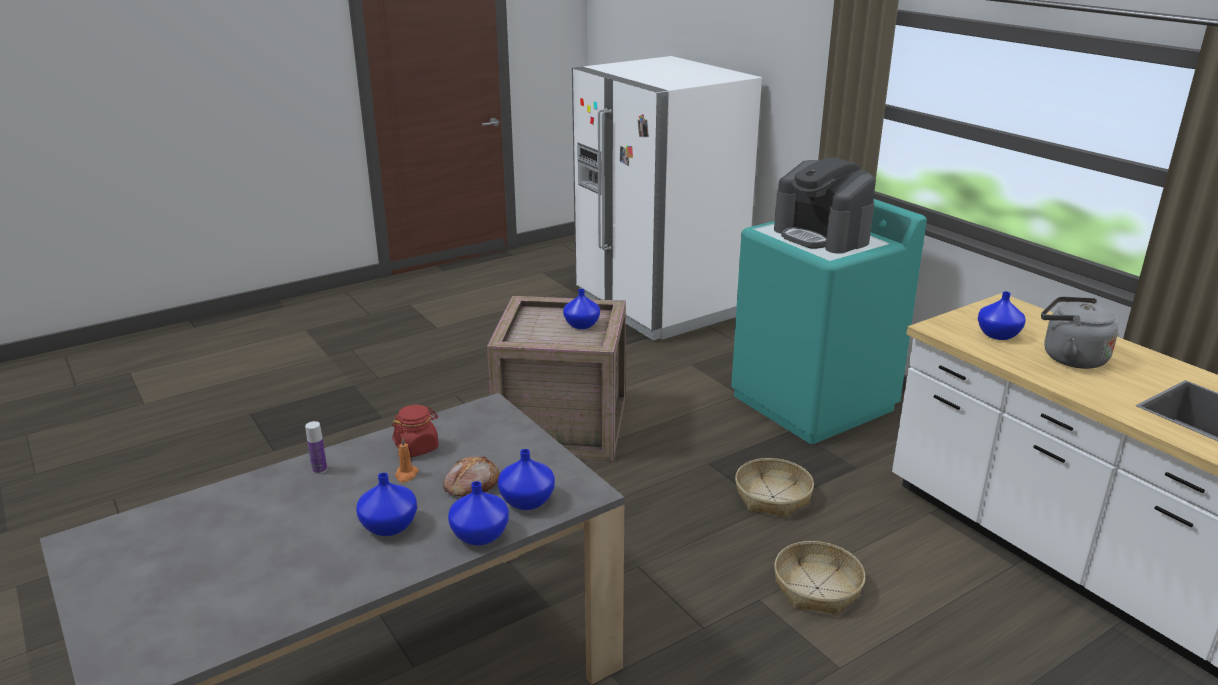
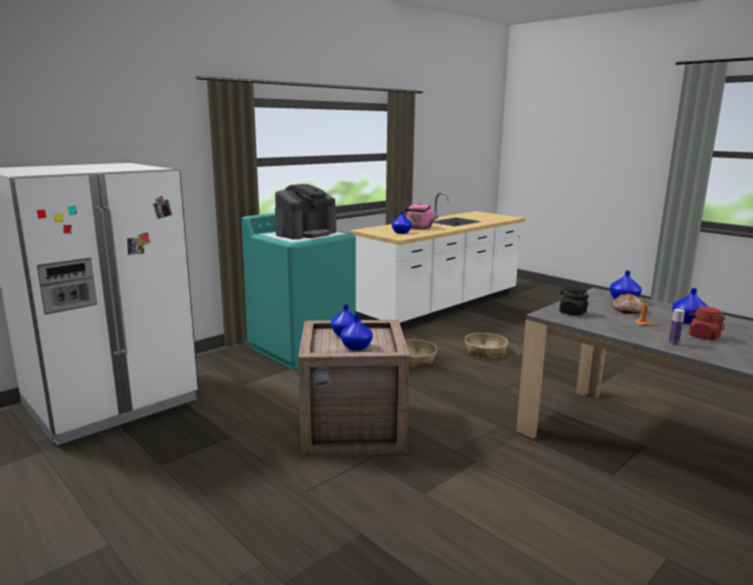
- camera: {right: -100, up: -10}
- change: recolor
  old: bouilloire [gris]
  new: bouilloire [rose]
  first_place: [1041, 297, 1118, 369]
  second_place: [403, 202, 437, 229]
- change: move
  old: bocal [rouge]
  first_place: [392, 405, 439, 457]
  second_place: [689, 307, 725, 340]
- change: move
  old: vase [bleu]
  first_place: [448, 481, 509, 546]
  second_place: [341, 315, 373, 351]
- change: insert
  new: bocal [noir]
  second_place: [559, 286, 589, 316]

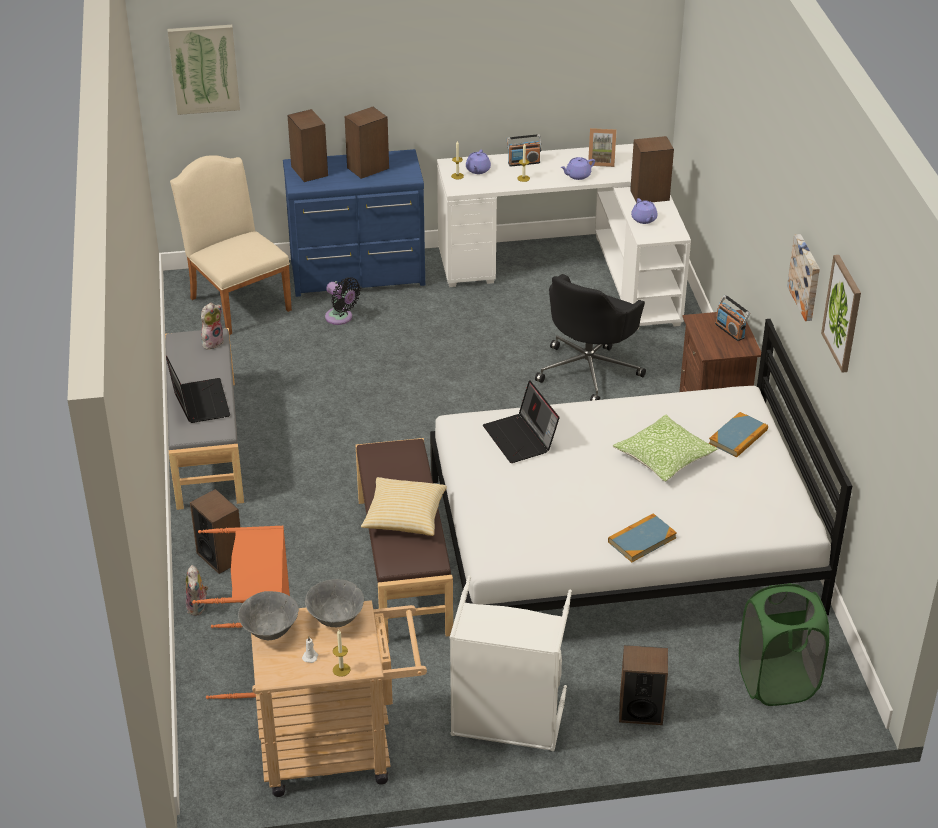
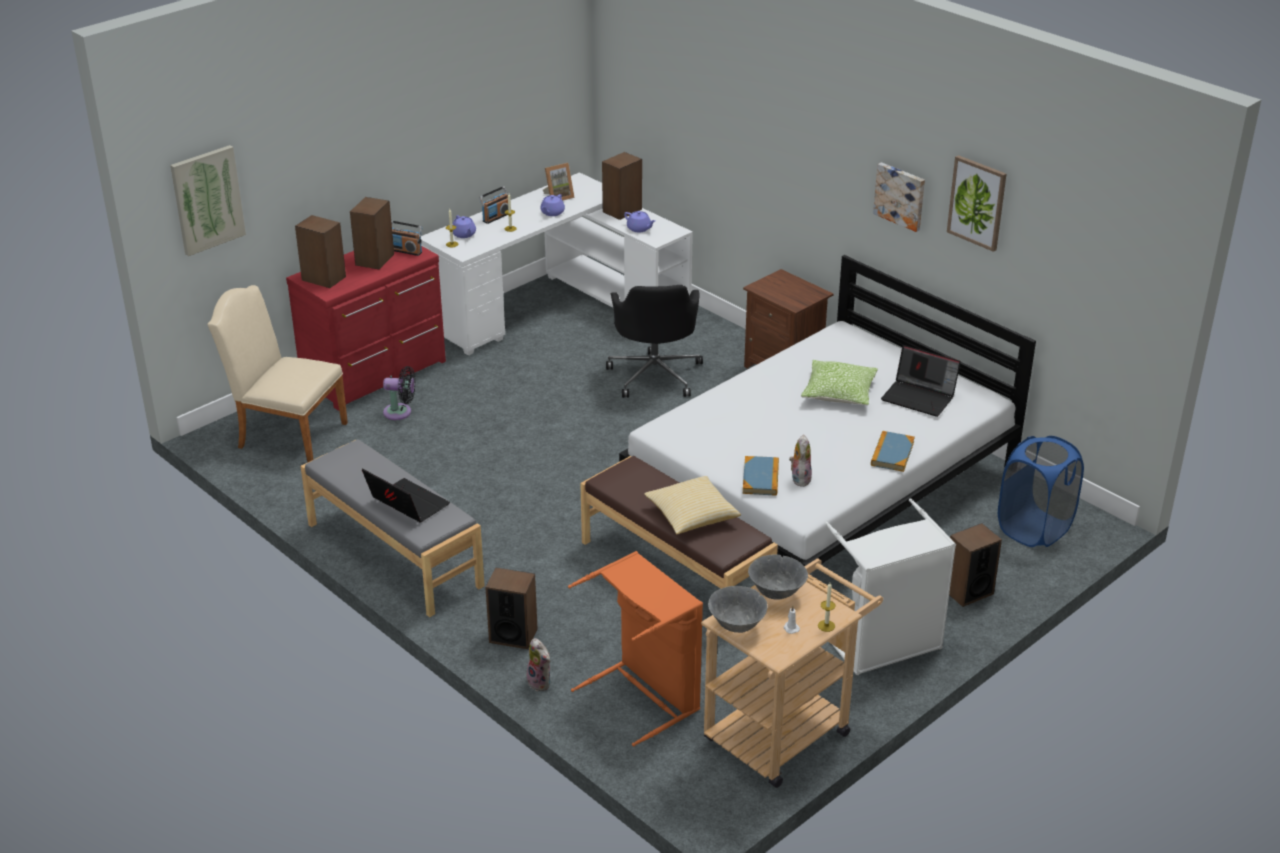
- camera: {right: -35, up: -5}
- change: recolor
  old: commode [bleu]
  new: commode [rouge]
  first_place: [283, 149, 425, 297]
  second_place: [286, 246, 446, 411]
- change: move
  old: radio
  first_place: [715, 295, 750, 341]
  second_place: [391, 221, 422, 256]
- change: move
  old: peluche
  first_place: [201, 303, 224, 349]
  second_place: [789, 434, 812, 487]
- change: move
  old: ordinateur portable
  first_place: [483, 380, 559, 463]
  second_place: [881, 345, 961, 417]
- change: move
  old: livre
  first_place: [709, 412, 768, 457]
  second_place: [743, 456, 779, 496]
- change: recolor
  old: panier à linge [vert]
  new: panier à linge [bleu]
  first_place: [739, 583, 829, 706]
  second_place: [998, 436, 1084, 547]

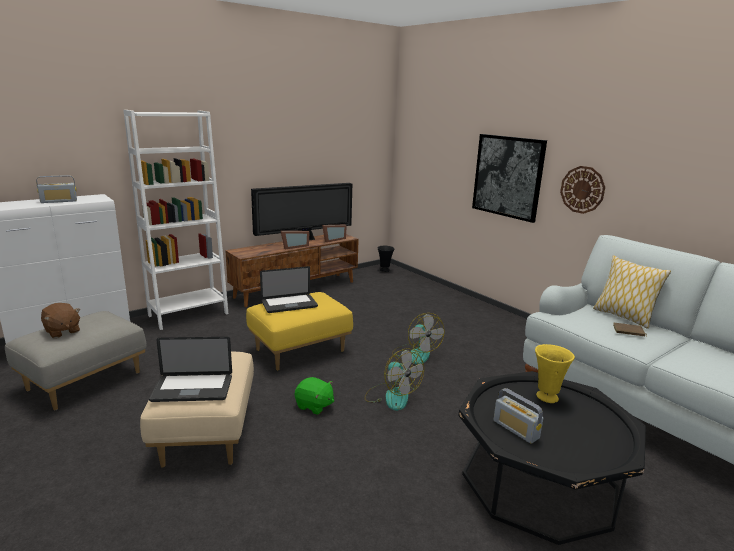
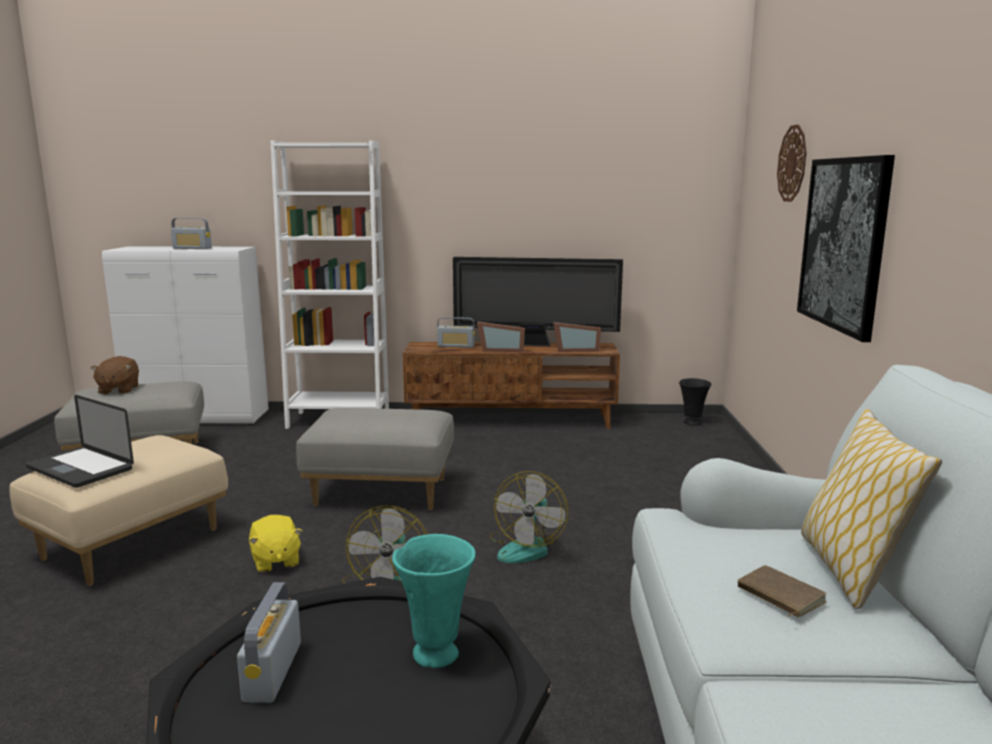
- camera: {right: 40, up: -5}
- change: move
  old: horloge murale
  first_place: [560, 166, 605, 214]
  second_place: [777, 124, 807, 202]
- change: delete
  old: ordinateur portable
  first_place: [260, 266, 318, 313]
- change: recolor
  old: pouf [jaune]
  new: pouf [gris]
  first_place: [246, 292, 353, 371]
  second_place: [296, 408, 454, 510]
- change: recolor
  old: vase [jaune]
  new: vase [turquoise]
  first_place: [535, 344, 575, 403]
  second_place: [392, 534, 476, 668]
- change: recolor
  old: peluche [vert]
  new: peluche [jaune]
  first_place: [295, 377, 334, 415]
  second_place: [248, 515, 302, 573]
- change: insert
  new: radio
  second_place: [437, 317, 475, 348]

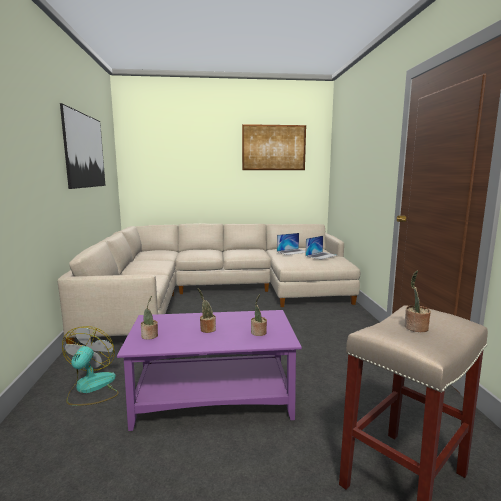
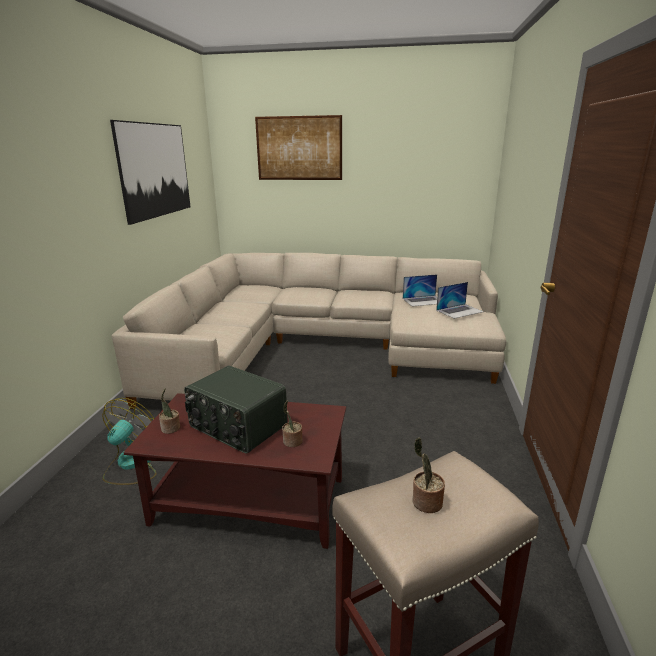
- camera: {right: 15, up: 10}
- change: move
  old: tableau
  first_place: [242, 124, 306, 170]
  second_place: [255, 115, 342, 180]
- change: replace
  old: plante en pot
  new: radio
  first_place: [198, 288, 216, 333]
  second_place: [184, 365, 288, 454]
- change: recolor
  old: table basse [violet]
  new: table basse [marron]
  first_place: [117, 310, 302, 431]
  second_place: [123, 393, 346, 549]

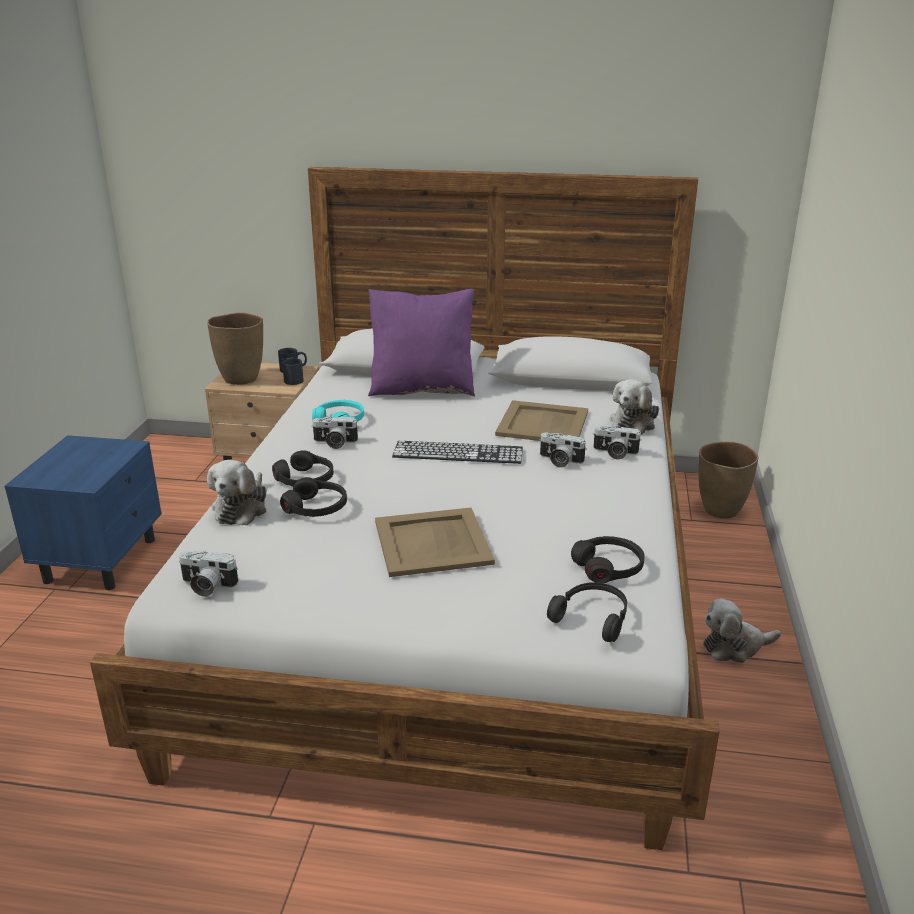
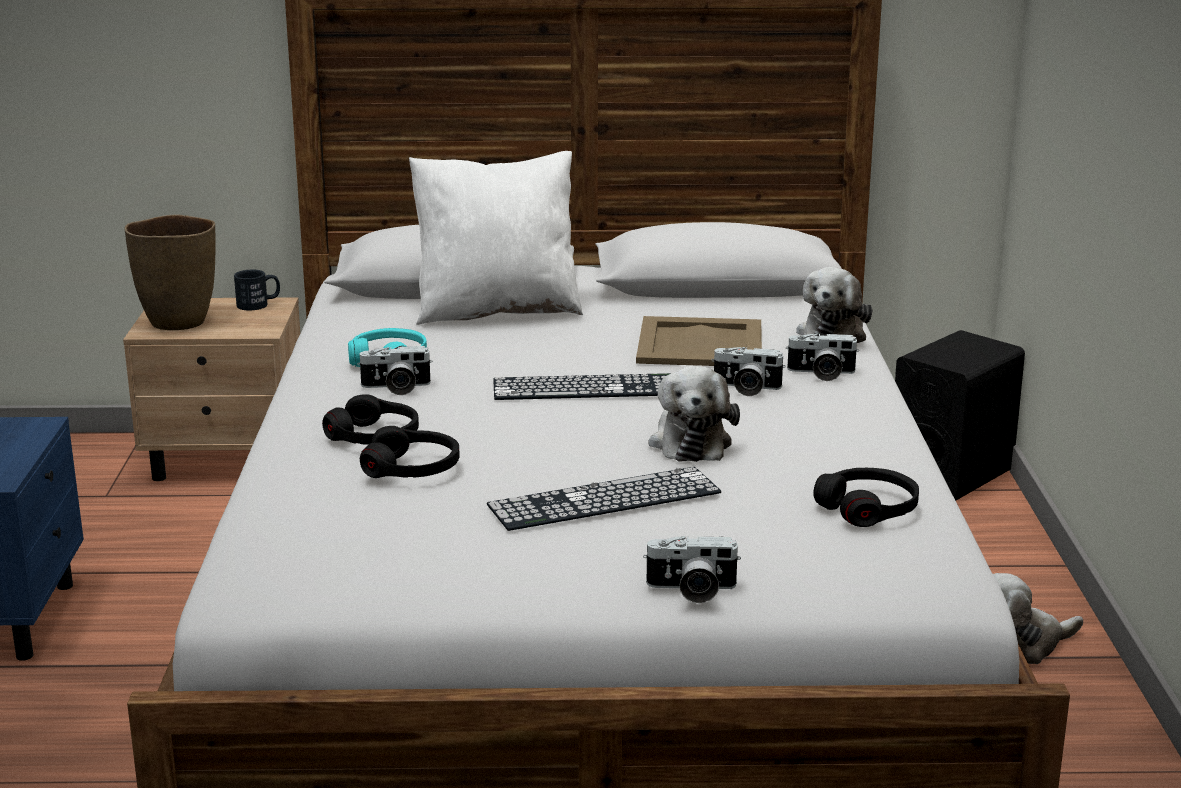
- camera: {right: -10, up: -5}
- change: recolor
  old: coussin [violet]
  new: coussin [blanc]
  first_place: [368, 289, 475, 396]
  second_place: [409, 151, 583, 325]
- change: delete
  old: mug [noir]
  first_place: [282, 358, 304, 385]
- change: replace
  old: vase [marron]
  new: enceinte [noir]
  first_place: [699, 442, 758, 519]
  second_place: [895, 330, 1025, 501]
- change: move
  old: peluche
  first_place: [207, 460, 267, 525]
  second_place: [648, 366, 740, 462]
- change: replace
  old: plateau [beige]
  new: clavier
  first_place: [375, 508, 495, 577]
  second_place: [487, 467, 721, 531]
- change: move
  old: appareil photo
  first_place: [179, 551, 238, 597]
  second_place: [643, 536, 741, 603]
- change: delete
  old: casque audio [noir]
  first_place: [547, 582, 627, 642]

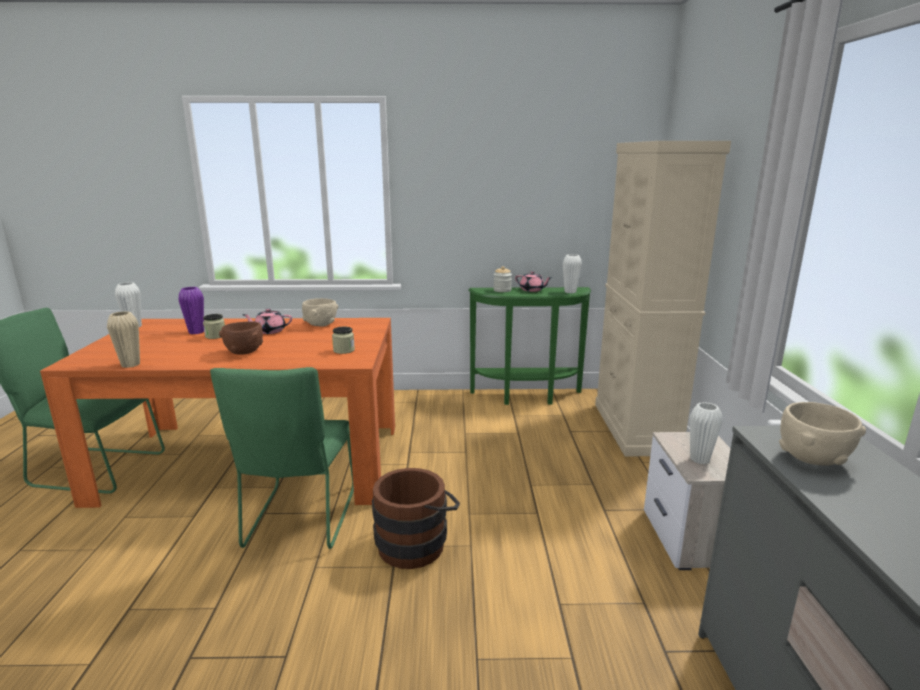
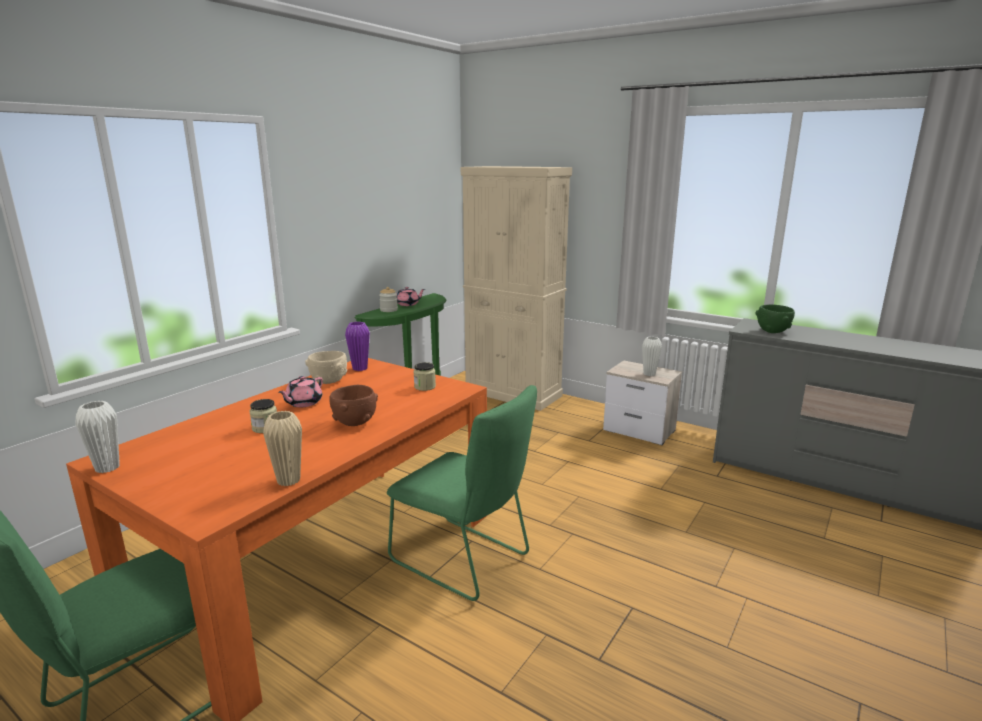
- camera: {right: -55, up: 0}
- change: delete
  old: vase [blanc]
  first_place: [563, 254, 582, 293]
- change: move
  old: vase [violet]
  first_place: [178, 287, 204, 334]
  second_place: [345, 322, 370, 371]
- change: recolor
  old: bol [beige]
  new: bol [vert]
  first_place: [779, 402, 866, 466]
  second_place: [756, 304, 795, 333]
- change: delete
  old: seau [marron]
  first_place: [372, 468, 460, 569]

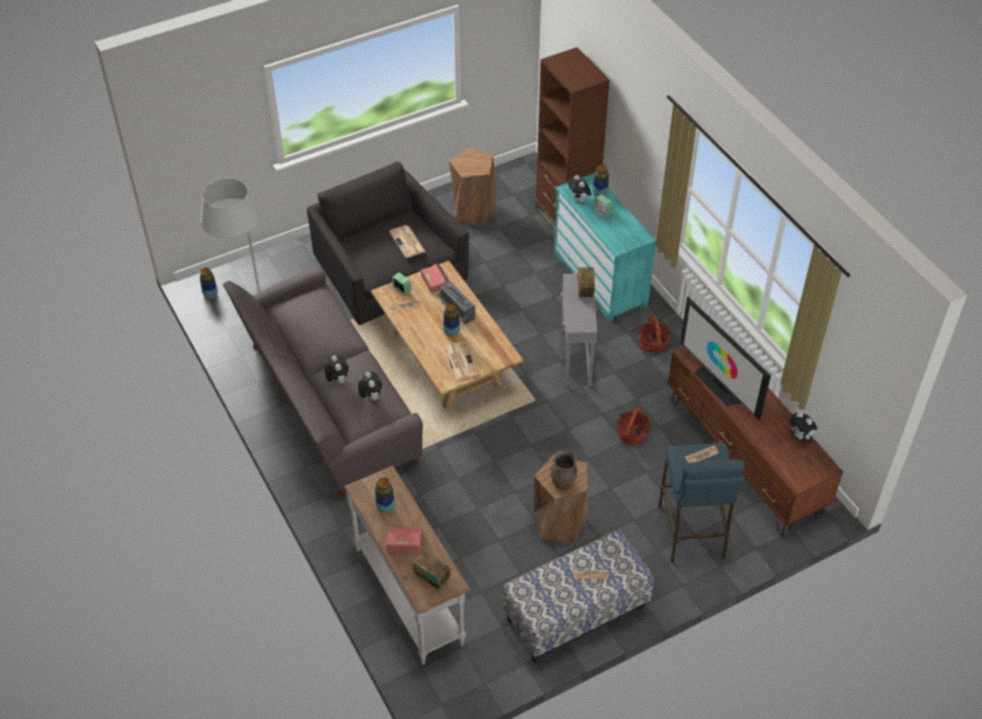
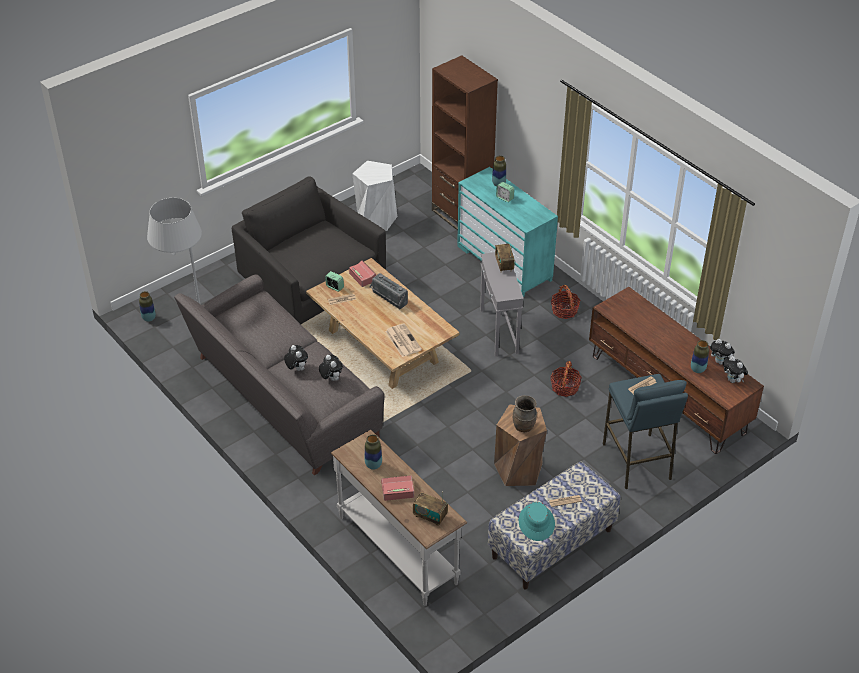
- camera: {right: -10, up: -5}
- change: recolor
  old: tabouret [marron]
  new: tabouret [blanc]
  first_place: [449, 148, 497, 226]
  second_place: [352, 161, 397, 231]
- change: move
  old: peluche
  first_place: [568, 175, 591, 203]
  second_place: [723, 356, 748, 383]
- change: delete
  old: journal
  first_place: [389, 225, 425, 258]
- change: delete
  old: téléviseur
  first_place: [680, 297, 771, 420]
- change: move
  old: vase
  first_place: [443, 303, 460, 337]
  second_place: [691, 340, 709, 373]
- change: insert
  new: chapeau [turquoise]
  second_place: [519, 502, 555, 541]

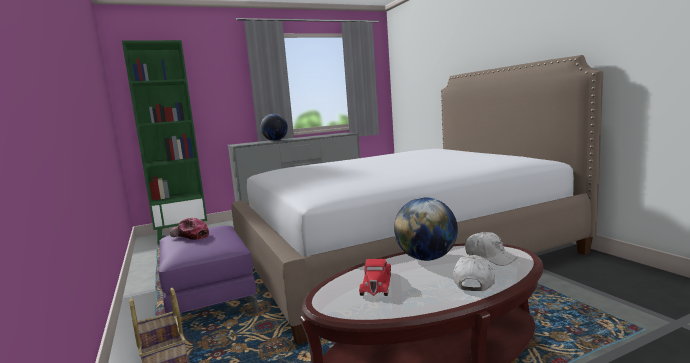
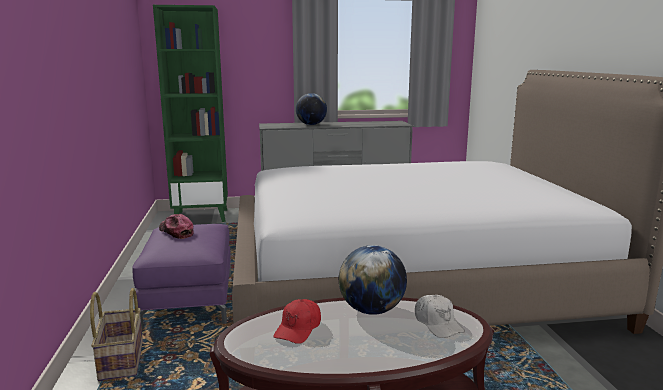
- camera: {right: 15, up: 5}
- change: delete
  old: casquette [blanc]
  first_place: [453, 255, 495, 291]
- change: replace
  old: petite voiture [rouge]
  new: casquette [rouge]
  first_place: [359, 259, 391, 296]
  second_place: [273, 299, 321, 344]

